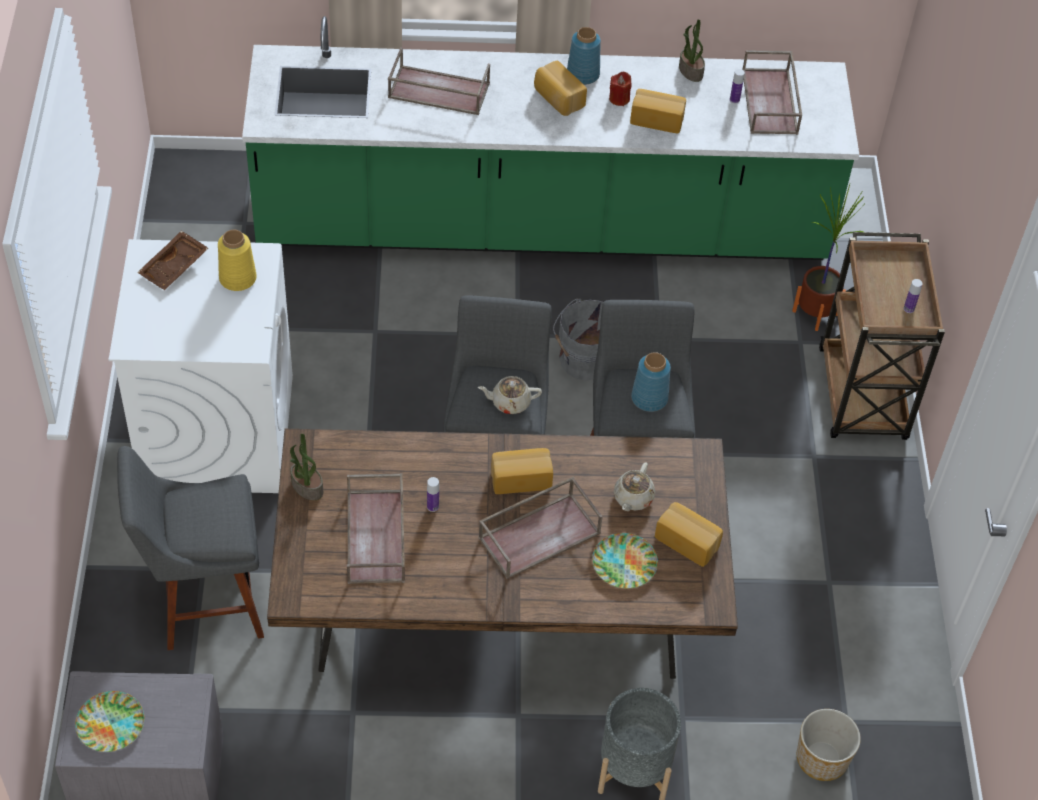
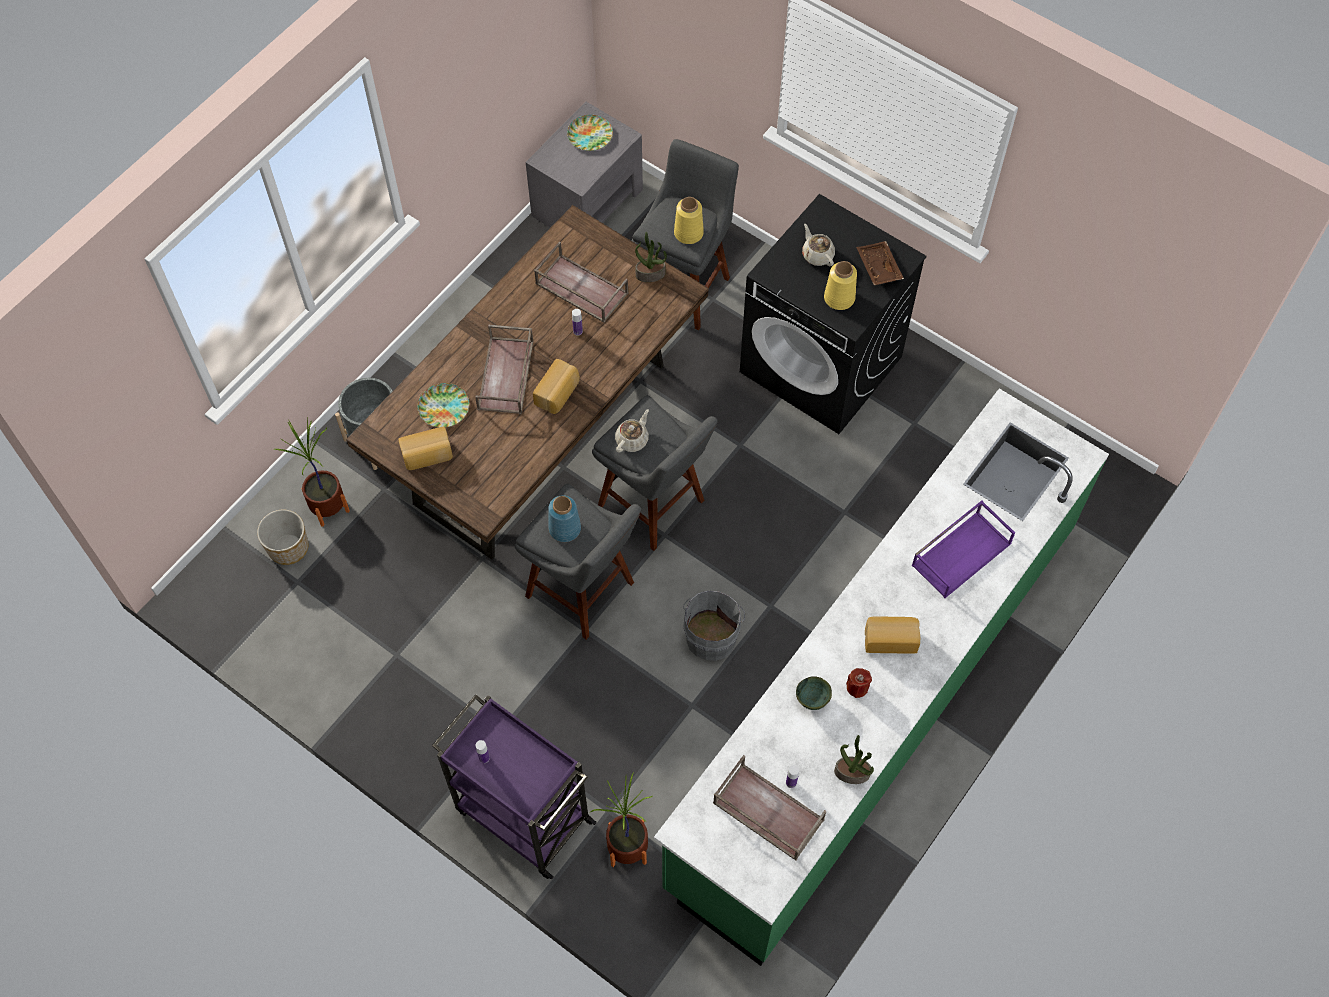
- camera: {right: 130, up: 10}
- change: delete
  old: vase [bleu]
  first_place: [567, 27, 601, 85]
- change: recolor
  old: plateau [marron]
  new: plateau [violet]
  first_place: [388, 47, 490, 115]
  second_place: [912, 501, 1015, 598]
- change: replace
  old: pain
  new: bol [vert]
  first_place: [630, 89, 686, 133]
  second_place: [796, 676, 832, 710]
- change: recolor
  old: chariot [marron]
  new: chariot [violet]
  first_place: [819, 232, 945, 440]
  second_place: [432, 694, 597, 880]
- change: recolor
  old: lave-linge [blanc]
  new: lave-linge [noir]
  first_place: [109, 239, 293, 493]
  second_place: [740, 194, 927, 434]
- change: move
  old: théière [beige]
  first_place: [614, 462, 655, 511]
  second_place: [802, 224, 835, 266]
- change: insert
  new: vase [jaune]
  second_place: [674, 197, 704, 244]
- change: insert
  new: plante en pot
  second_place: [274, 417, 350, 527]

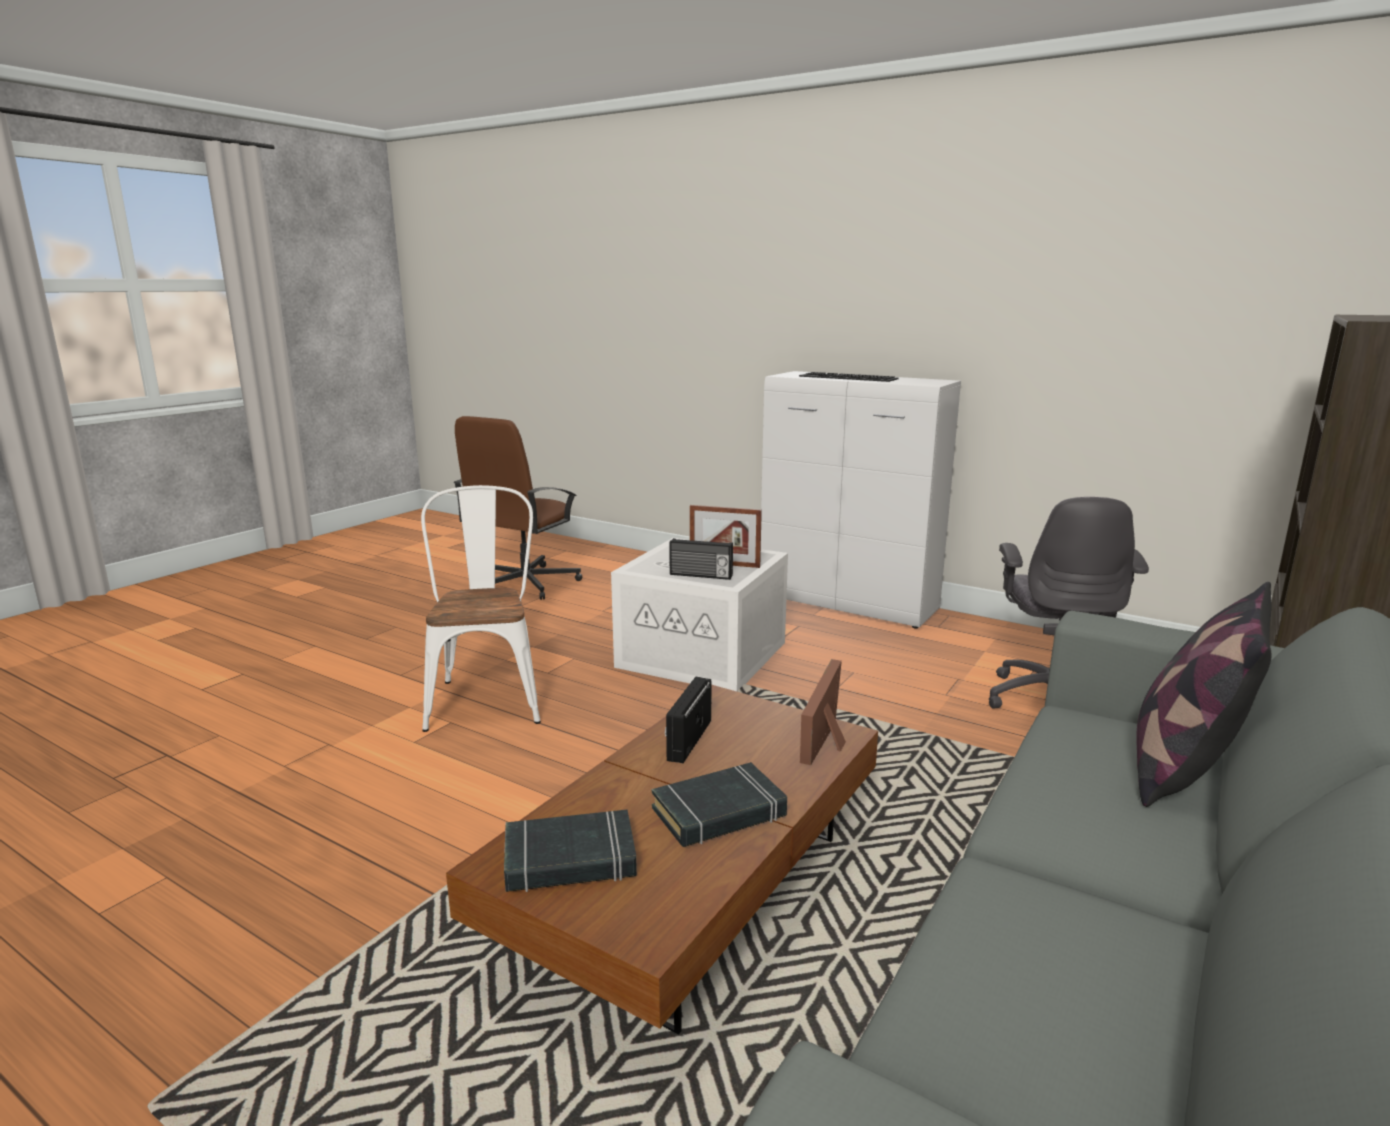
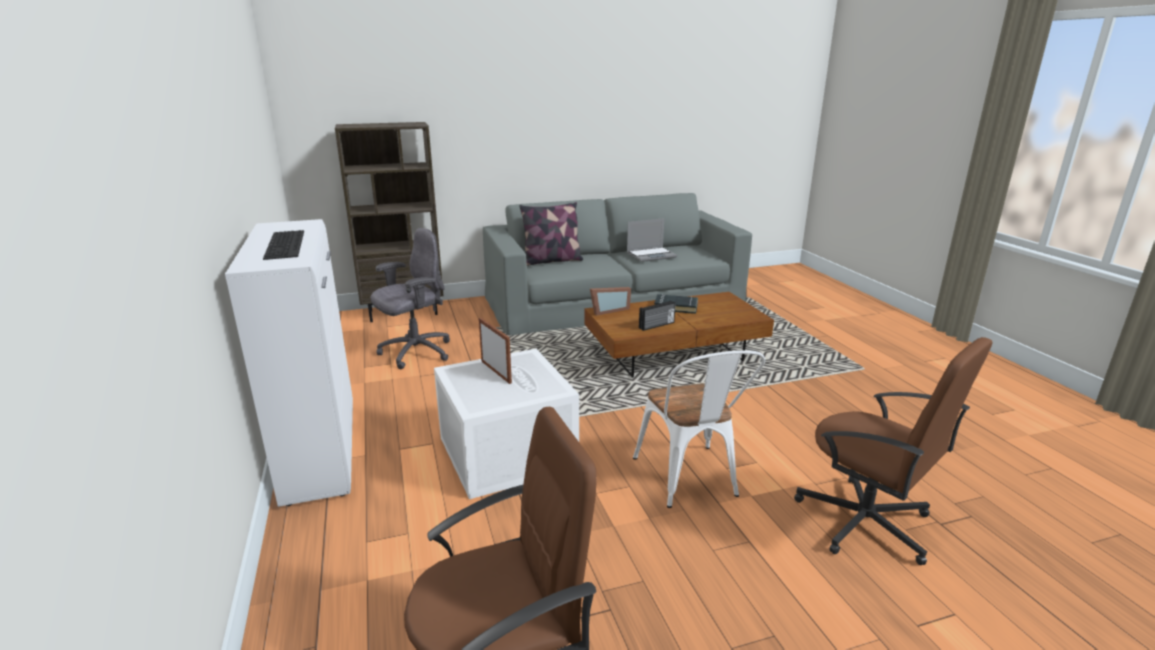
- camera: {right: -140, up: 5}
- change: rotate
  old: chaise [blanc]
  first_place: [421, 485, 541, 732]
  second_place: [633, 350, 765, 508]
  degrees: -45
- change: delete
  old: radio
  first_place: [669, 538, 733, 580]
- change: delete
  old: livre [noir]
  first_place: [504, 810, 637, 892]
- change: insert
  new: ordinateur portable
  second_place: [627, 218, 677, 262]
- change: insert
  new: chaise de bureau [marron]
  second_place: [794, 337, 993, 565]

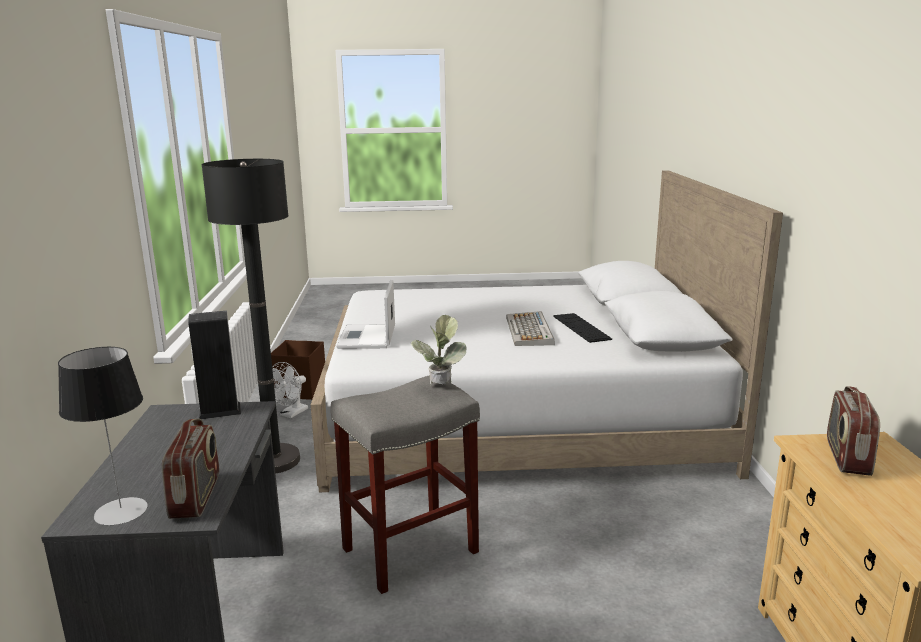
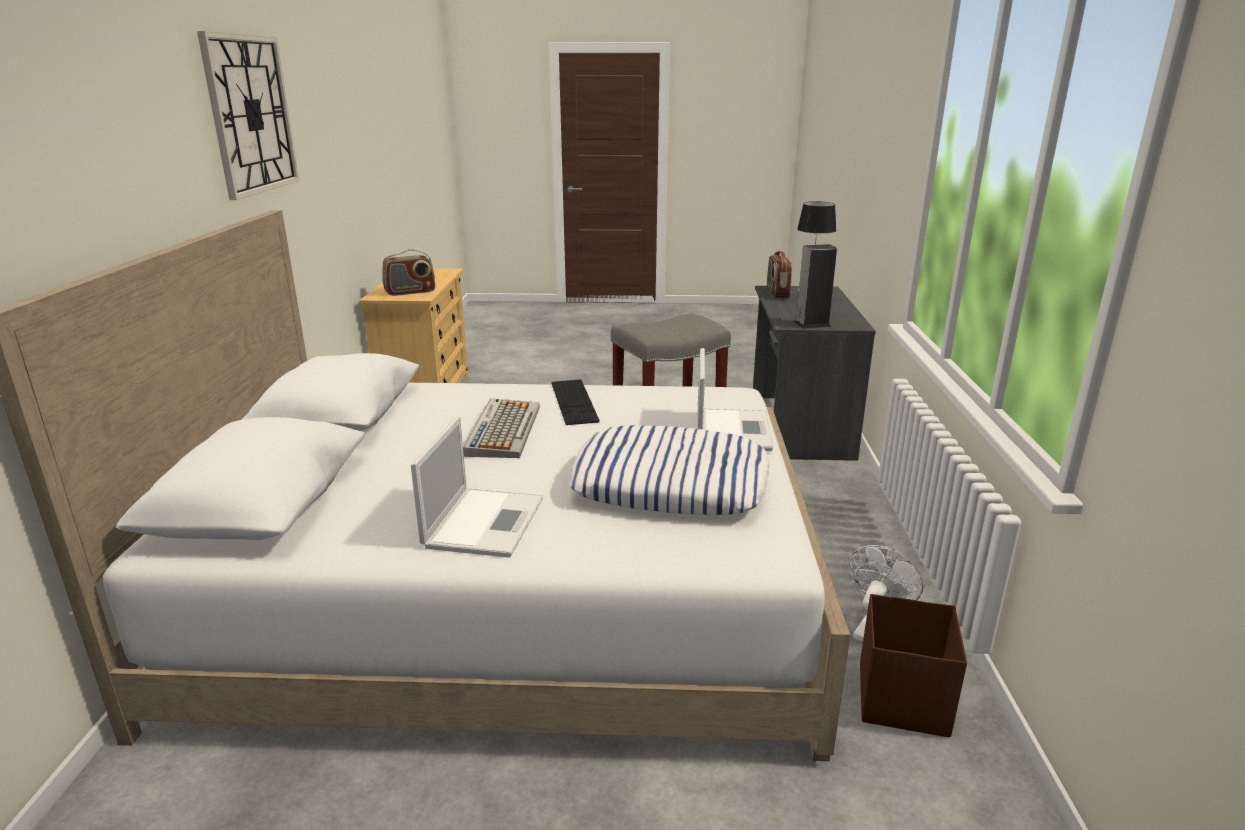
- camera: {right: -175, up: 5}
- change: delete
  old: lampadaire [noir]
  first_place: [202, 159, 300, 474]
- change: move
  old: clavier
  first_place: [553, 313, 612, 343]
  second_place: [551, 379, 600, 425]
- change: delete
  old: plante en pot
  first_place: [411, 315, 467, 384]
- change: rotate
  old: radio
  first_place: [827, 386, 880, 476]
  second_place: [382, 249, 435, 296]
  degrees: 45
- change: insert
  new: horloge murale
  second_place: [197, 31, 299, 200]
- change: insert
  new: ordinateur portable
  second_place: [411, 416, 543, 558]
- change: insert
  new: coussin
  second_place: [569, 425, 770, 515]

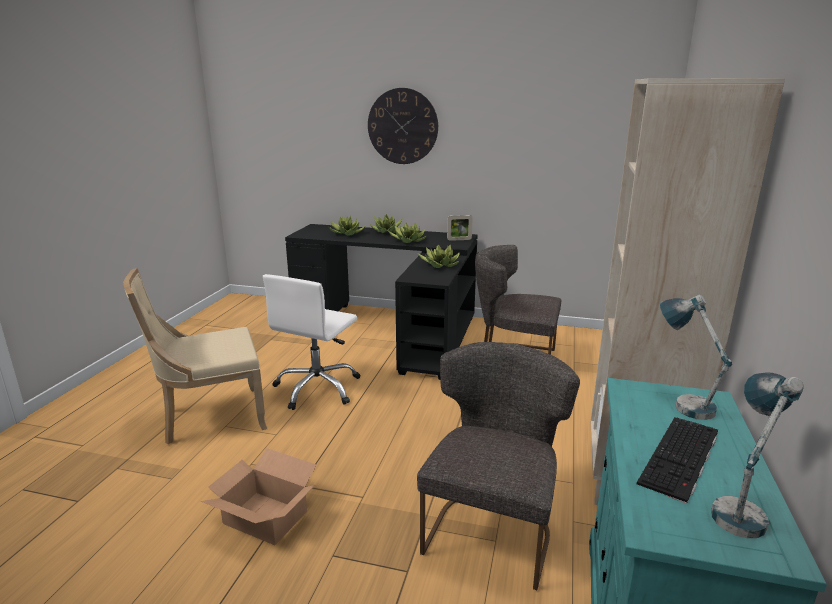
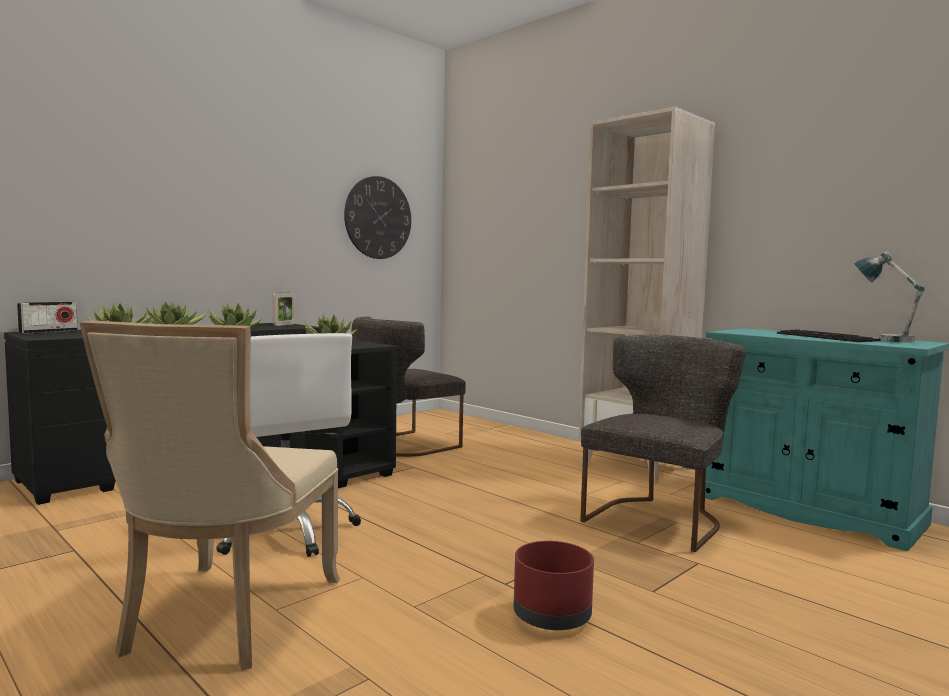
- camera: {right: -60, up: -15}
- change: move
  old: horloge murale
  first_place: [368, 88, 438, 164]
  second_place: [344, 176, 411, 259]
- change: delete
  old: lampe de table
  first_place: [660, 295, 732, 420]
- change: rotate
  old: chaise [gris]
  first_place: [417, 342, 580, 590]
  second_place: [580, 335, 746, 552]
  degrees: 75
- change: replace
  old: carton
  new: cache-pot [rouge]
  first_place: [201, 448, 316, 545]
  second_place: [514, 541, 594, 630]
- change: insert
  new: radio
  second_place: [17, 302, 78, 334]

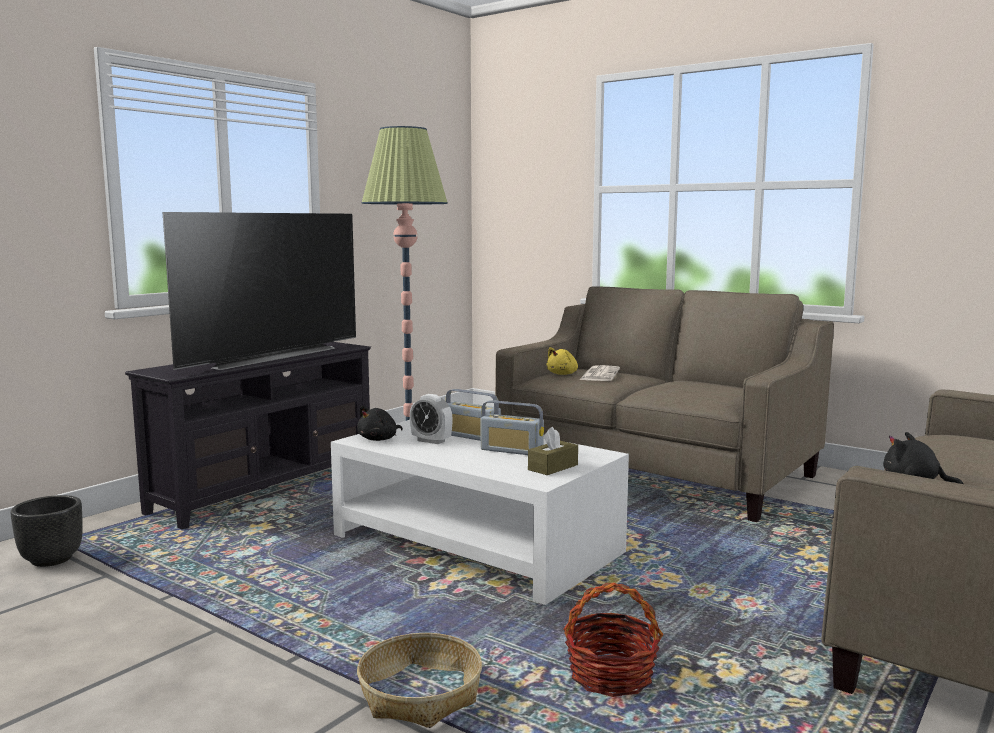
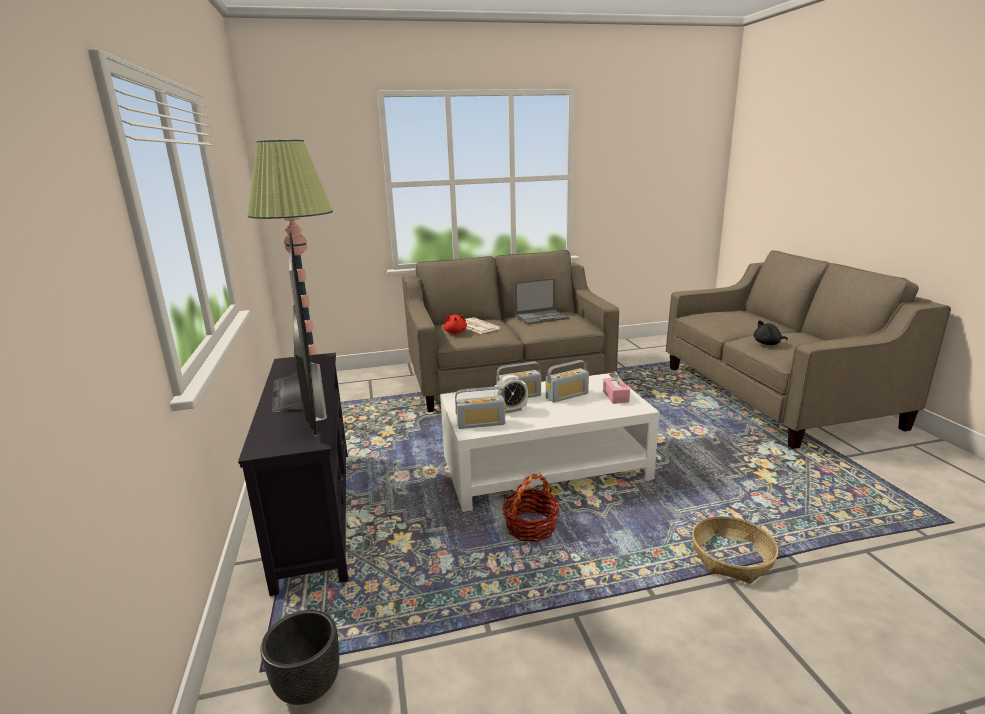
- camera: {right: -50, up: 10}
- change: recolor
  old: peluche [jaune]
  new: peluche [rouge]
  first_place: [546, 347, 578, 375]
  second_place: [443, 315, 467, 334]
- change: replace
  old: peluche [noir]
  new: radio
  first_place: [357, 406, 403, 441]
  second_place: [455, 386, 506, 429]
- change: recolor
  old: boîte à mouchoirs [marron]
  new: boîte à mouchoirs [rose]
  first_place: [528, 427, 578, 475]
  second_place: [603, 371, 630, 404]
- change: move
  old: panier
  first_place: [564, 582, 663, 697]
  second_place: [502, 473, 559, 542]
- change: insert
  new: ordinateur portable
  second_place: [514, 278, 569, 324]

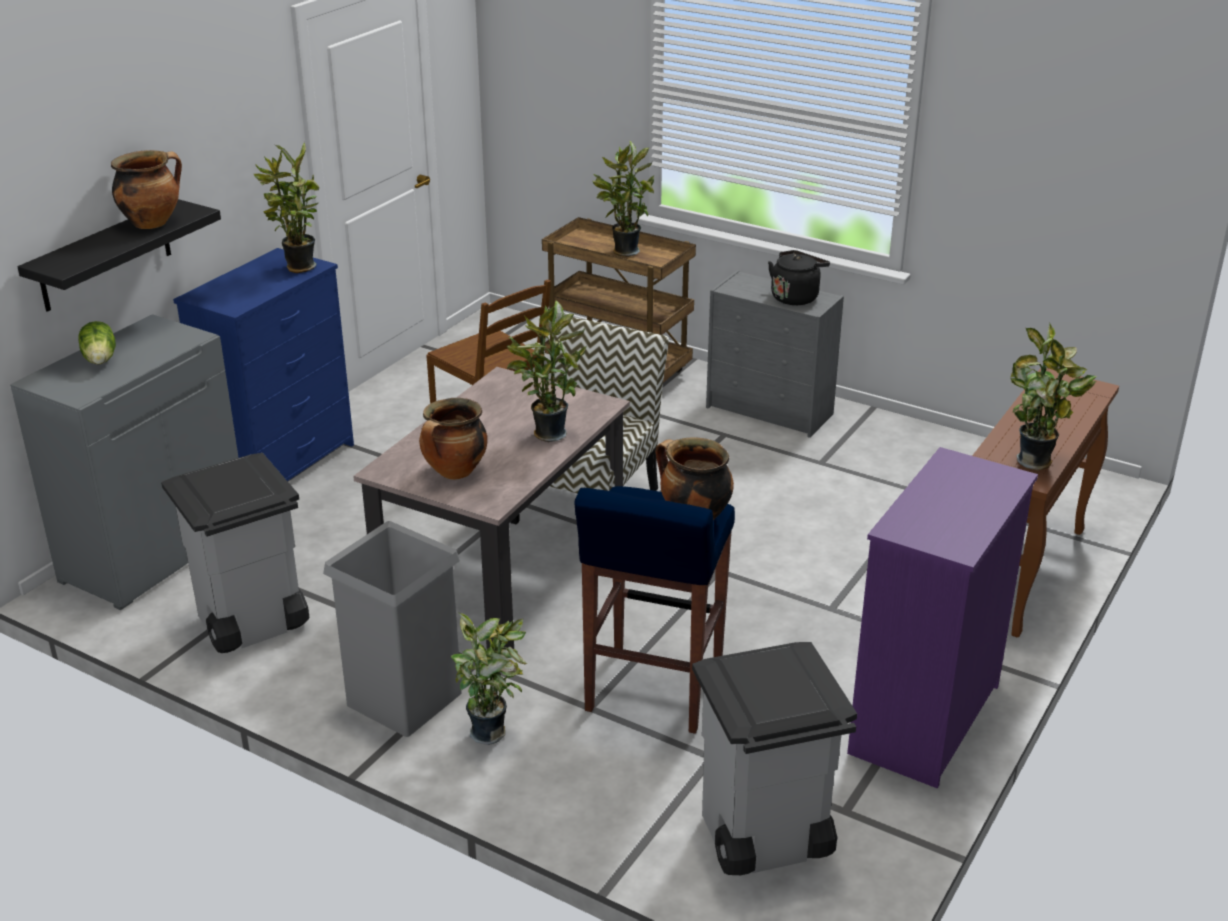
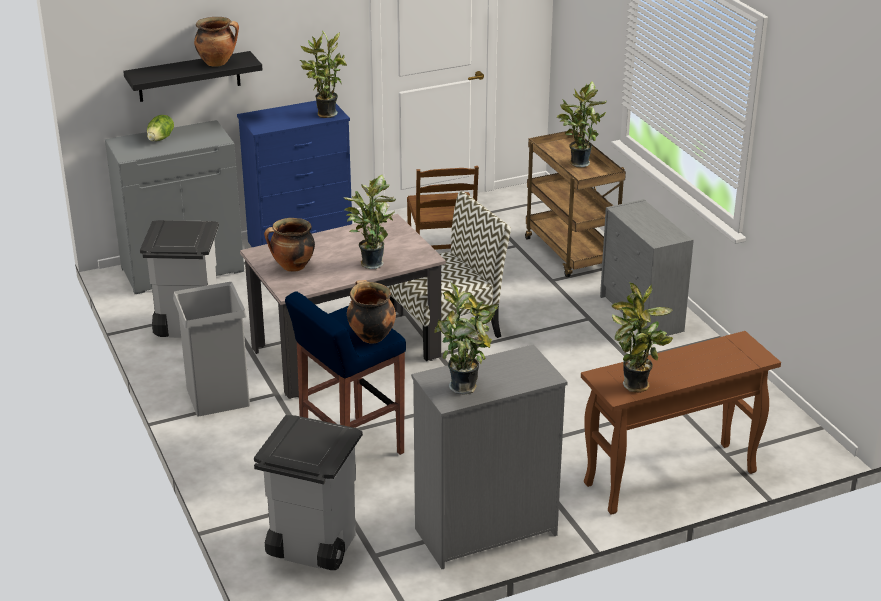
- camera: {right: 35, up: 0}
- change: delete
  old: bouilloire [noir]
  first_place: [768, 250, 830, 305]
- change: recolor
  old: commode [violet]
  new: commode [gris]
  first_place: [847, 447, 1038, 789]
  second_place: [411, 344, 568, 569]
- change: move
  old: plante en pot
  first_place: [450, 612, 527, 745]
  second_place: [434, 282, 499, 395]

